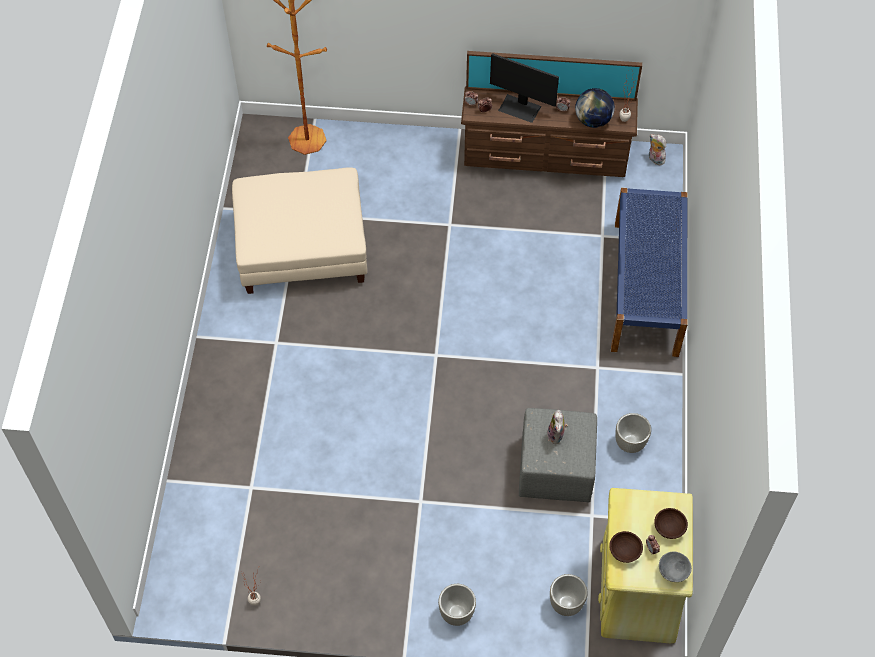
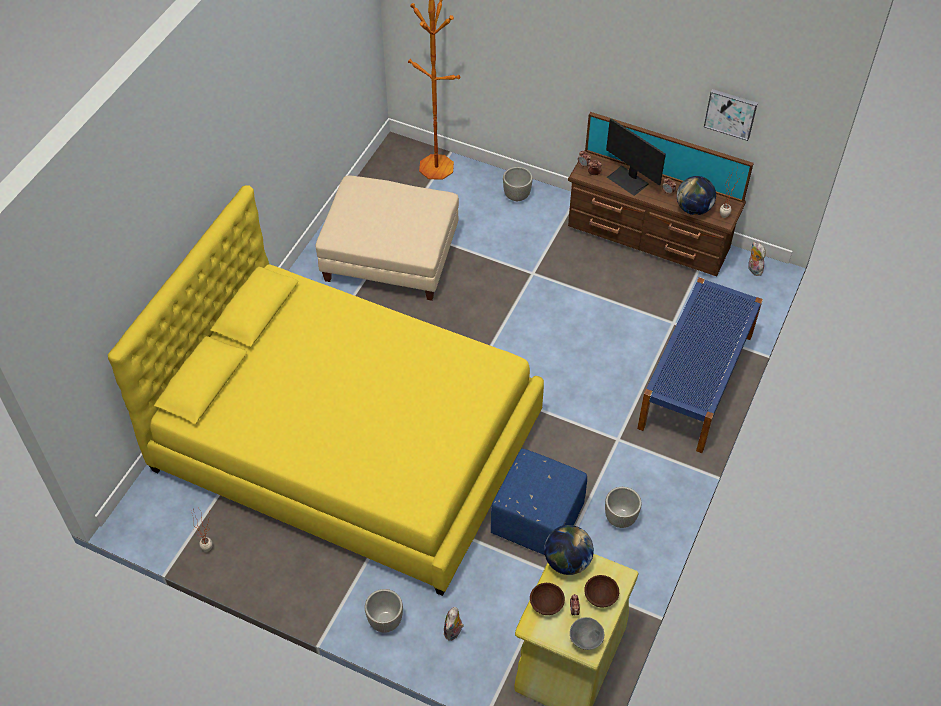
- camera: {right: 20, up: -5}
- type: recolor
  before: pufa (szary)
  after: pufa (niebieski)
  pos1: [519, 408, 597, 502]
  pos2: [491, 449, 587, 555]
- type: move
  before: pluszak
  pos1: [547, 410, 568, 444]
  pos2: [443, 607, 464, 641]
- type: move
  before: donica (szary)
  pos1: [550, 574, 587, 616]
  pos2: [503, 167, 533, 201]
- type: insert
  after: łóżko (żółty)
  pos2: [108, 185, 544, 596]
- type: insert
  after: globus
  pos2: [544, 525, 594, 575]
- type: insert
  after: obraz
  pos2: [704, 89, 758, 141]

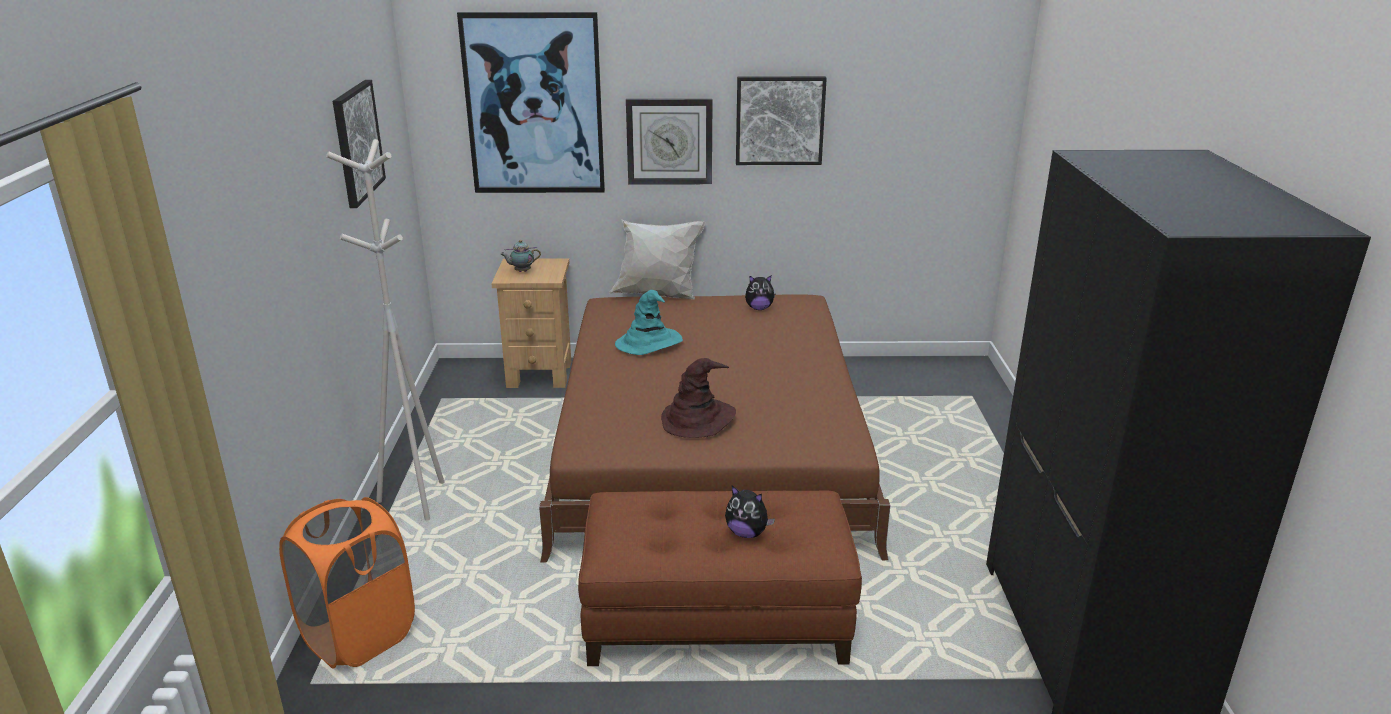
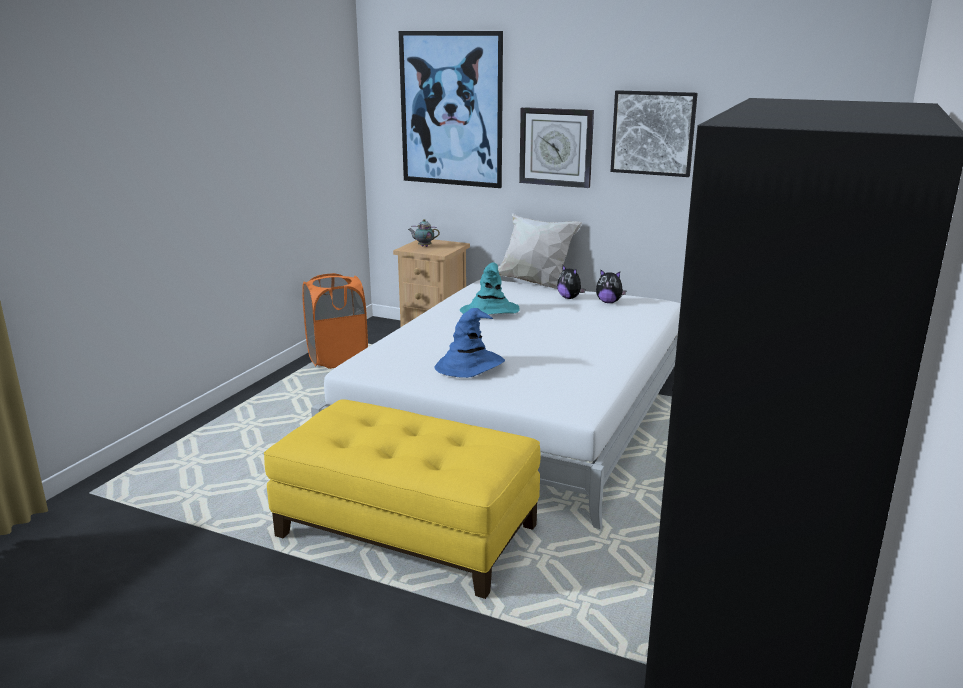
- camera: {right: 25, up: -5}
- type: move
  before: kosz na pranie (pomarańczowy)
  pos1: [279, 497, 415, 669]
  pos2: [302, 273, 368, 369]
- type: delete
  before: wieszak (szary)
  pos1: [326, 139, 445, 521]
- type: delete
  before: obraz
  pos1: [333, 80, 386, 208]
- type: recolor
  before: łóżko (brązowy)
  after: łóżko (biały)
  pos1: [539, 294, 891, 562]
  pos2: [311, 279, 681, 529]
- type: recolor
  before: pufa (brązowy)
  after: pufa (żółty)
  pos1: [578, 491, 862, 666]
  pos2: [264, 399, 541, 599]
- type: recolor
  before: kapelusz (brązowy)
  after: kapelusz (niebieski)
  pos1: [661, 358, 736, 438]
  pos2: [434, 308, 505, 378]
- type: move
  before: pluszak
  pos1: [725, 486, 775, 538]
  pos2: [557, 265, 585, 299]

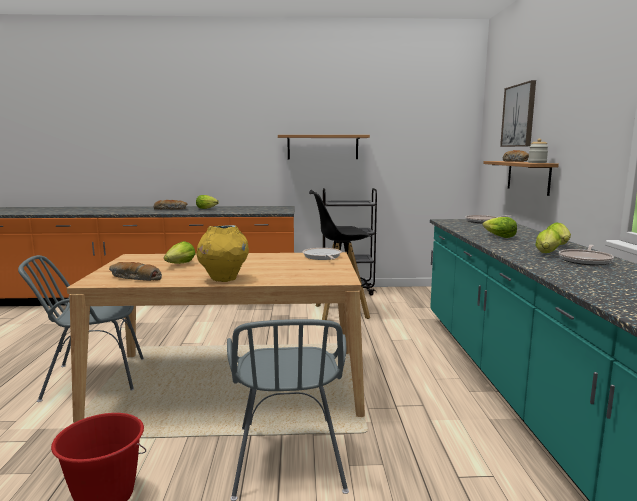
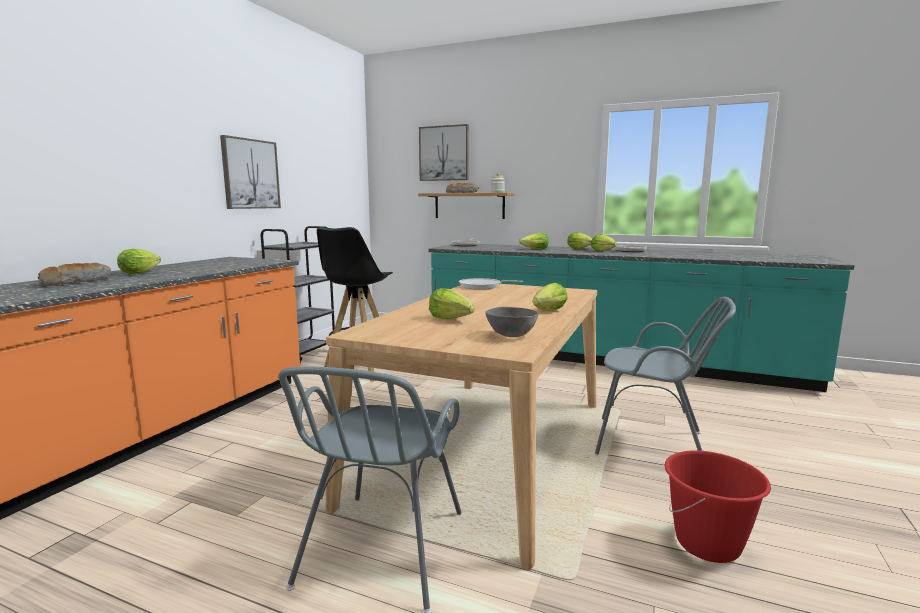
- camera: {right: -65, up: 0}
- type: replace
  before: chleb
  after: miska (szary)
  pos1: [109, 262, 162, 281]
  pos2: [485, 307, 538, 337]
- type: replace
  before: wazon (żółty)
  after: sałata
  pos1: [196, 225, 249, 282]
  pos2: [533, 283, 568, 311]
- type: replace
  before: półka
  after: obraz
  pos1: [278, 135, 370, 159]
  pos2: [220, 135, 281, 209]

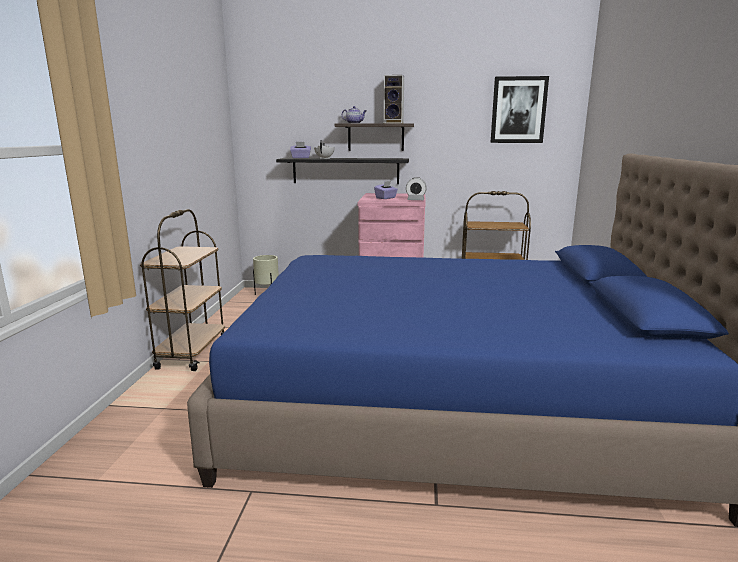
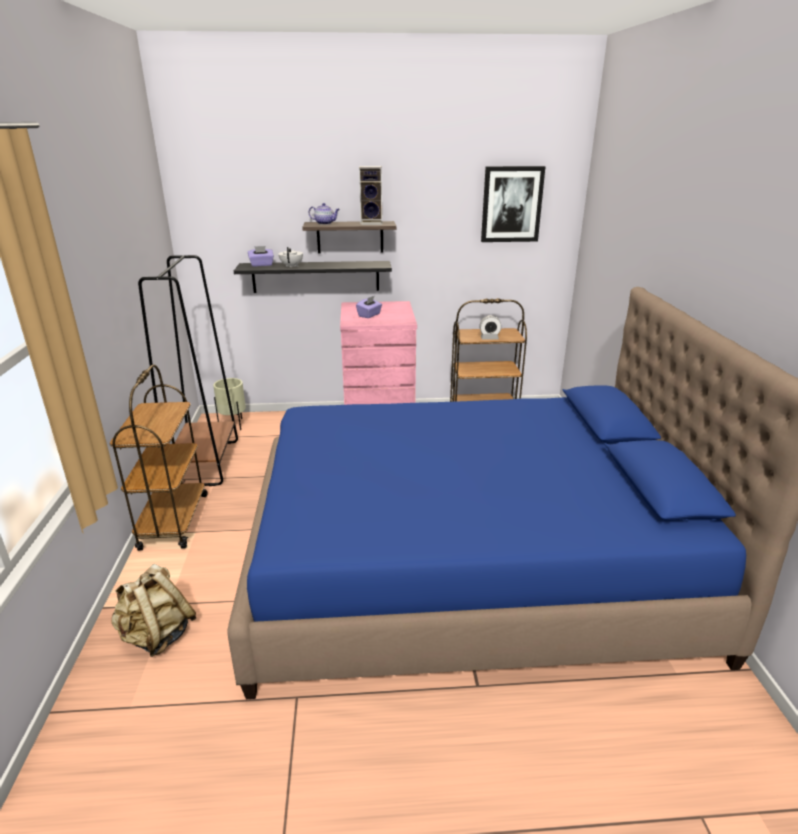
- camera: {right: -10, up: 10}
- type: move
  before: budzik
  pos1: [406, 177, 427, 200]
  pos2: [479, 315, 502, 339]
- type: insert
  after: plecak (beżowy)
  pos2: [111, 564, 196, 657]
- type: insert
  after: wieszak
  pos2: [138, 255, 238, 486]

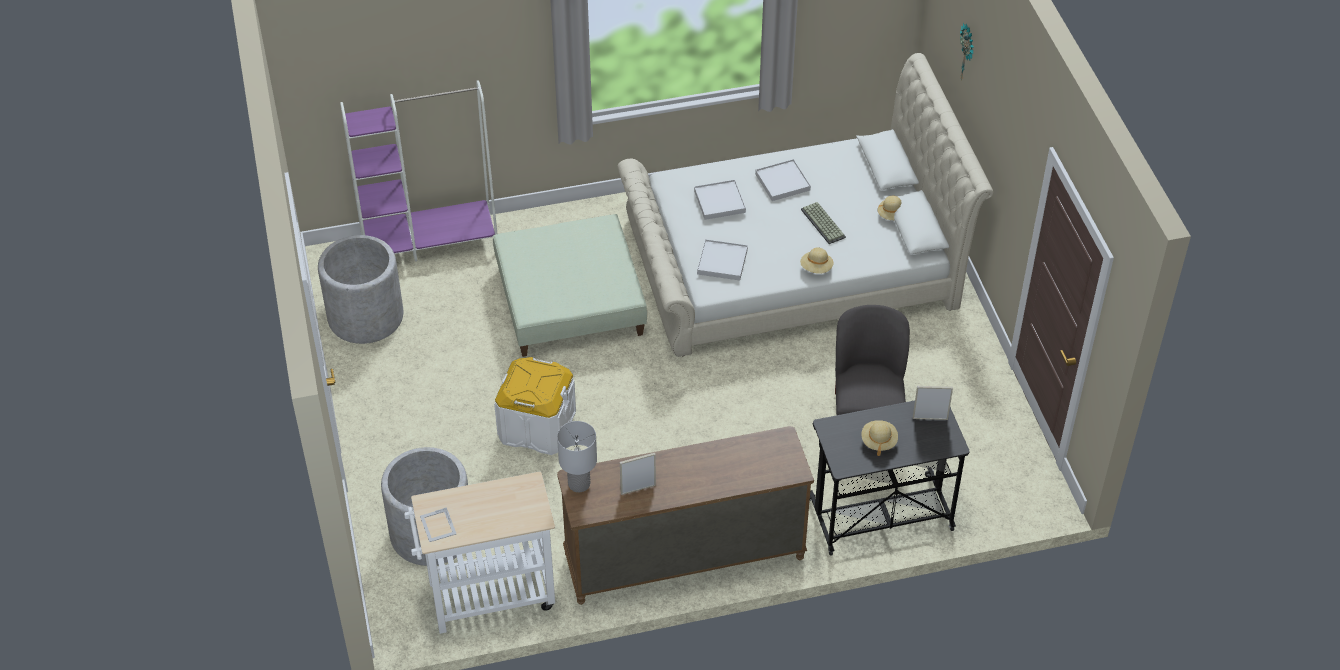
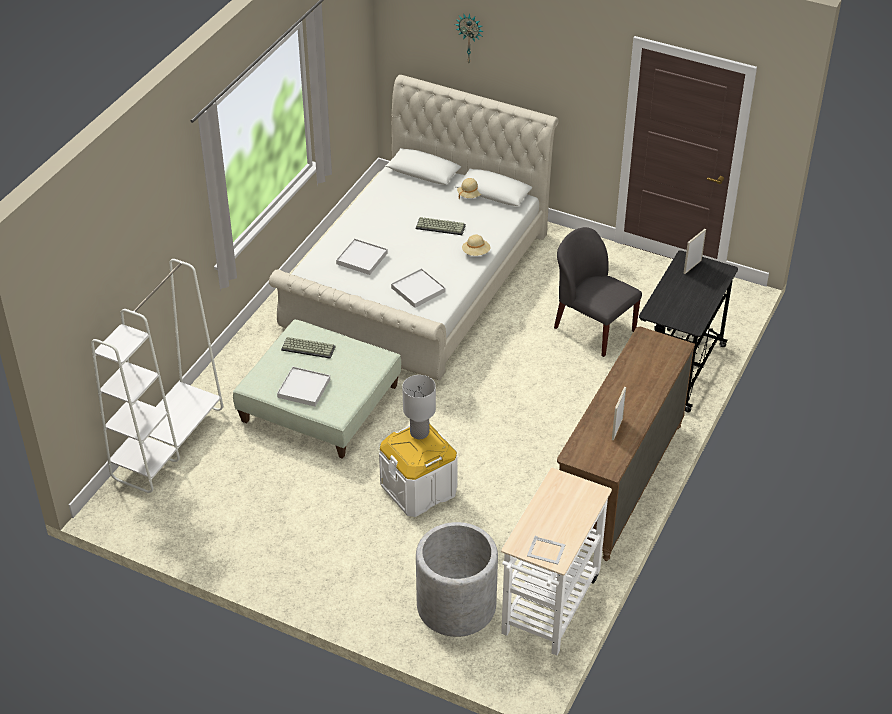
- camera: {right: -50, up: -5}
- type: delete
  before: donica (szary)
  pos1: [318, 235, 403, 344]
- type: recolor
  before: wieszak (fioletowy)
  after: wieszak (biały)
  pos1: [340, 80, 497, 262]
  pos2: [91, 259, 223, 493]
- type: move
  before: lampa stołowa (szary)
  pos1: [557, 421, 597, 493]
  pos2: [402, 375, 436, 440]
- type: move
  before: taca (biały)
  pos1: [755, 159, 811, 201]
  pos2: [277, 367, 330, 407]
- type: delete
  before: kapelusz (beżowy)
  pos1: [861, 420, 898, 456]
- type: insert
  after: klawiatura
  pos2: [281, 337, 336, 359]

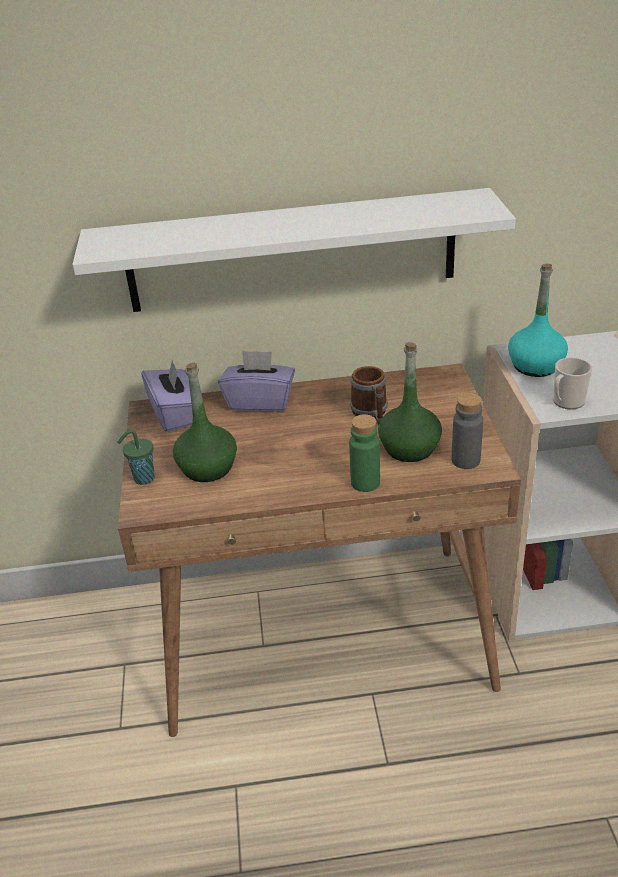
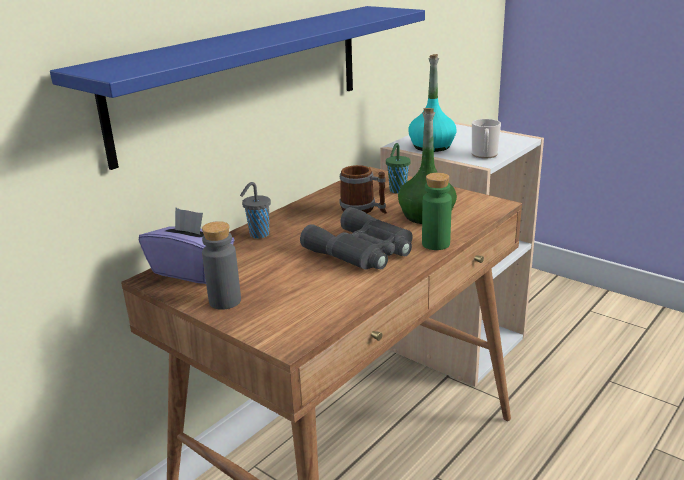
- camera: {right: -45, up: -10}
- type: recolor
  before: półka (biały)
  after: półka (niebieski)
  pos1: [72, 188, 516, 312]
  pos2: [50, 6, 425, 170]
- type: move
  before: filiżanka (zielony)
  pos1: [117, 430, 155, 485]
  pos2: [386, 143, 411, 194]
- type: delete
  before: butelka (zielony)
  pos1: [173, 363, 237, 482]
- type: replace
  before: pudełko chusteczek (fioletowy)
  after: filiżanka (szary)
  pos1: [218, 350, 295, 412]
  pos2: [240, 182, 271, 239]
- type: move
  before: butelka (szary)
  pos1: [452, 393, 483, 469]
  pos2: [202, 221, 241, 310]
- type: insert
  after: lornetka (szary)
  pos2: [300, 207, 413, 269]

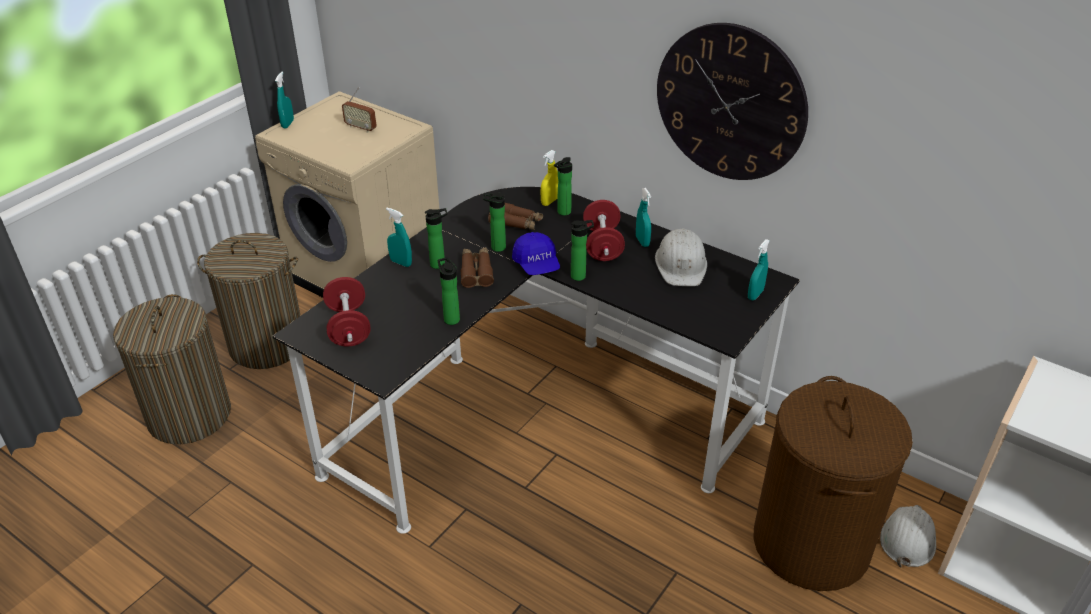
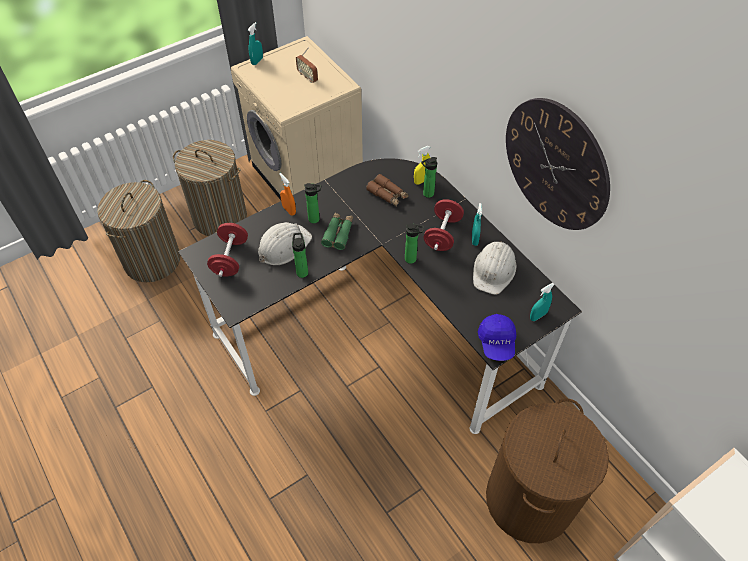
- camera: {right: 20, up: 15}
- type: recolor
  before: spryskiwacz (turkusowy)
  after: spryskiwacz (pomarańczowy)
  pos1: [386, 208, 412, 267]
  pos2: [279, 173, 296, 216]
- type: recolor
  before: lornetka (brązowy)
  after: lornetka (zielony)
  pos1: [461, 247, 494, 288]
  pos2: [321, 212, 353, 250]
- type: delete
  before: butelka
  pos1: [483, 193, 506, 252]
- type: move
  before: czapka z daszkiem (niebieski)
  pos1: [512, 232, 560, 275]
  pos2: [478, 314, 516, 361]
- type: move
  before: kask (biały)
  pos1: [880, 505, 936, 568]
  pos2: [258, 222, 312, 265]

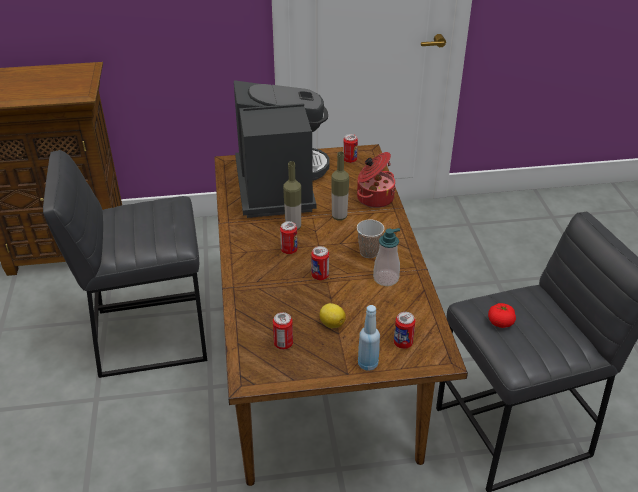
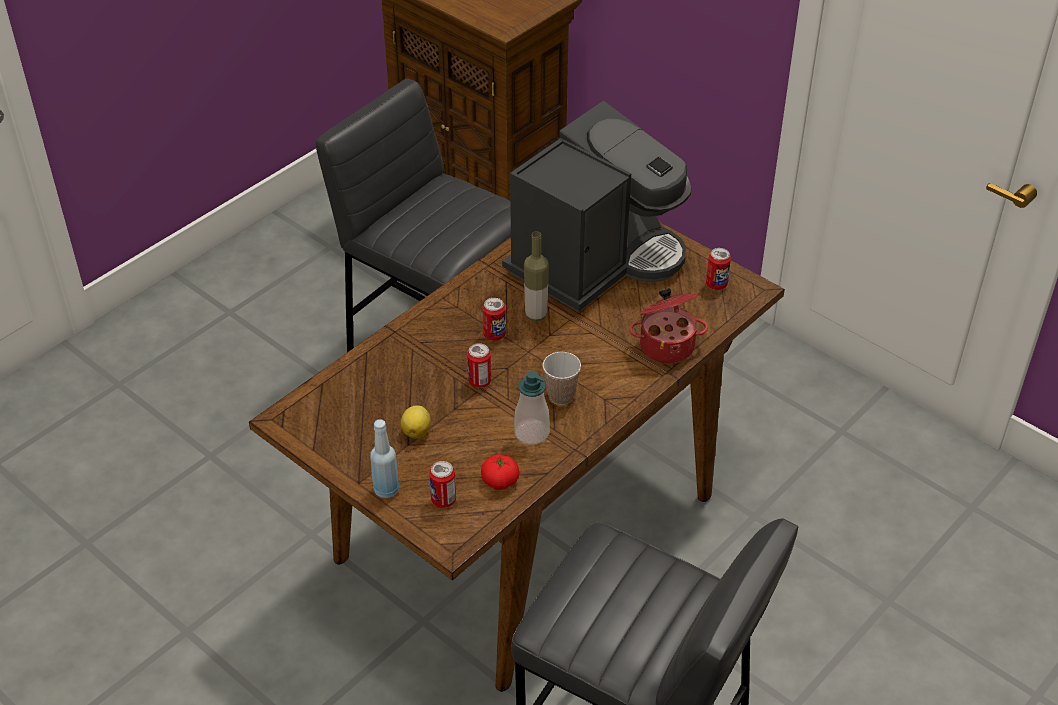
- camera: {right: 50, up: 5}
- type: delete
  before: puszka
  pos1: [273, 312, 293, 349]
- type: delete
  before: butelka
  pos1: [331, 151, 349, 220]
- type: move
  before: pomidor
  pos1: [488, 303, 516, 328]
  pos2: [481, 454, 519, 490]

